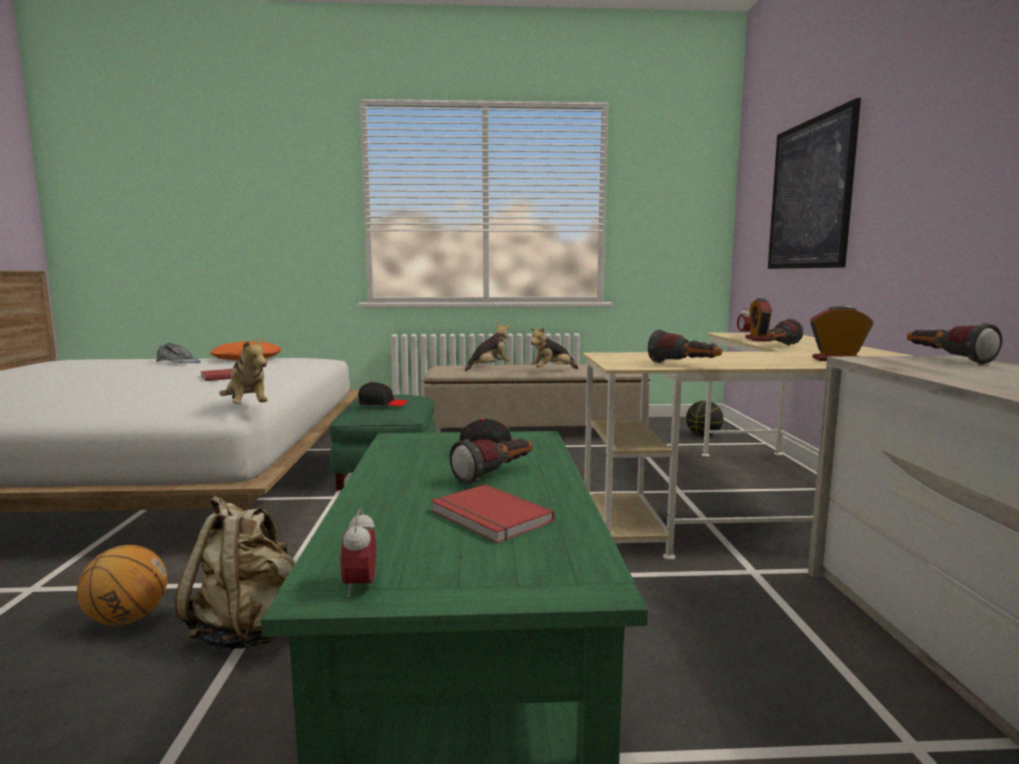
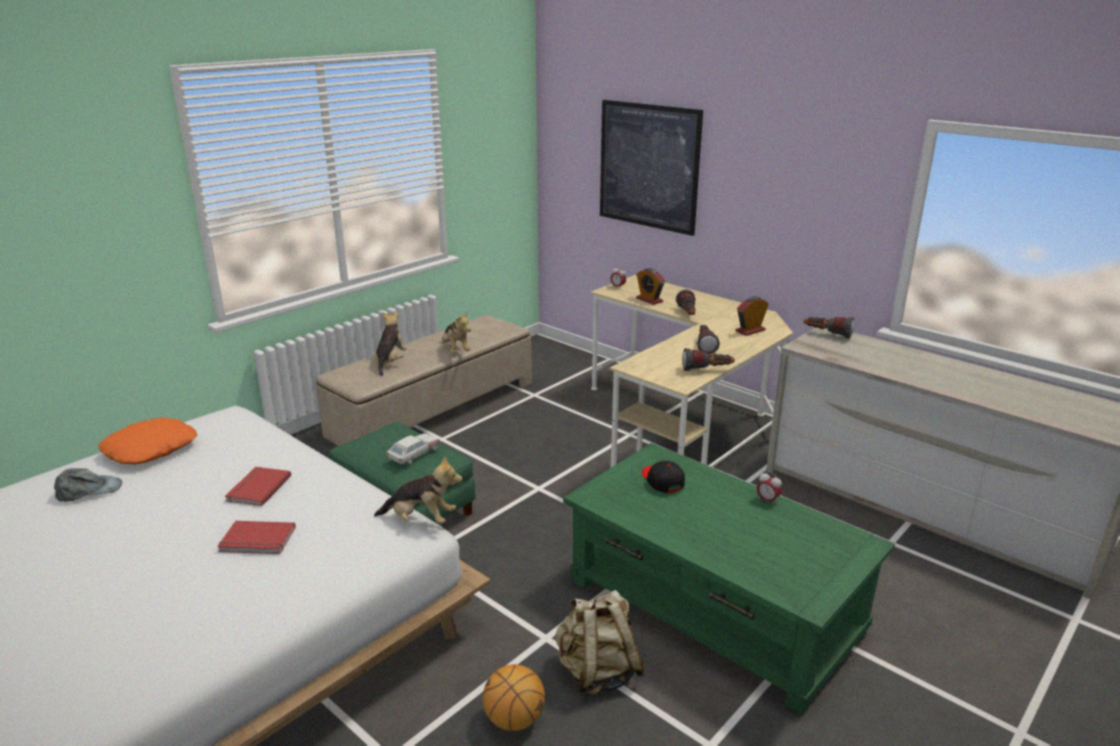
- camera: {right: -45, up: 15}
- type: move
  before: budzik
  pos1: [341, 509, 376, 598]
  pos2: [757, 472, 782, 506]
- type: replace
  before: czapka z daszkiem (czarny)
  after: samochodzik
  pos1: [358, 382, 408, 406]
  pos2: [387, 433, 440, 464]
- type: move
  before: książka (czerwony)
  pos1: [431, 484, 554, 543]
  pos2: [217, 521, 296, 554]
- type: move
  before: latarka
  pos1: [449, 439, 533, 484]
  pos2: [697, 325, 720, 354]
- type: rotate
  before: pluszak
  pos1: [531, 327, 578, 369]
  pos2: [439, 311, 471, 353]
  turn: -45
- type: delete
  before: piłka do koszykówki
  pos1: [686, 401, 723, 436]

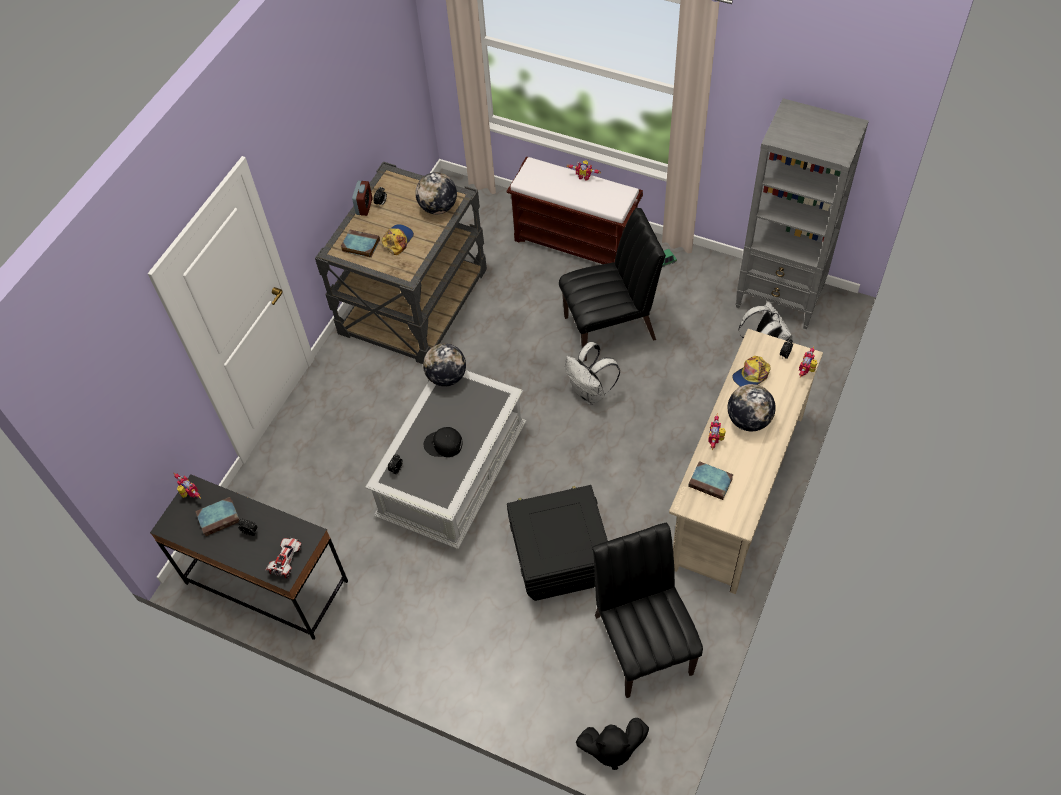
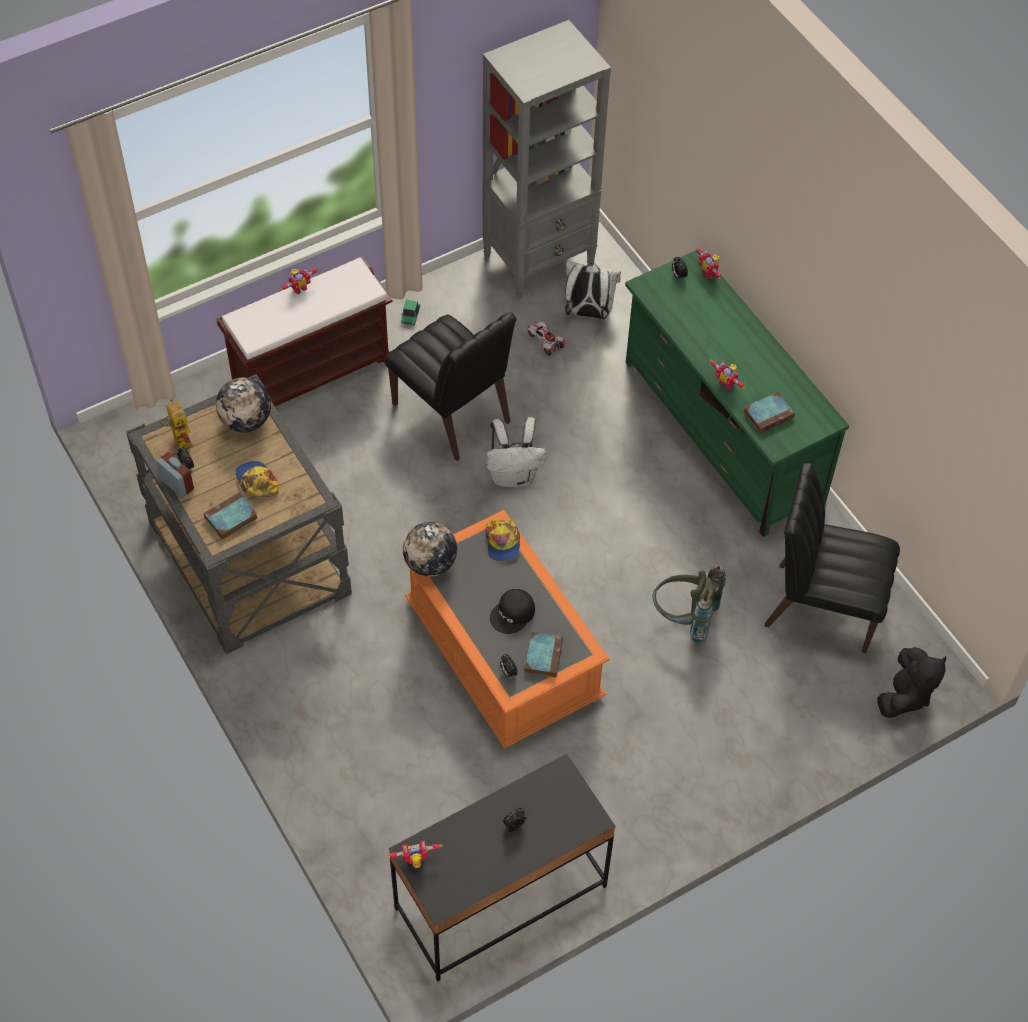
- camera: {right: -60, up: 0}
- type: move
  before: książka
  pos1: [195, 497, 239, 537]
  pos2: [524, 632, 563, 677]
- type: move
  before: samochodzik
  pos1: [265, 537, 302, 578]
  pos2: [527, 321, 566, 356]
- type: recolor
  before: ława (biały)
  after: ława (pomarańczowy)
  pos1: [365, 370, 527, 549]
  pos2: [403, 510, 610, 748]
- type: replace
  before: pojemnik do przechowywania (czarny)
  after: plecak (szary)
  pos1: [507, 485, 608, 601]
  pos2: [653, 565, 726, 644]
- type: rotate
  before: krzesło (czarny)
  pos1: [559, 208, 666, 361]
  pos2: [385, 312, 517, 461]
  turn: 120
- type: recolor
  before: komoda (beżowy)
  after: komoda (zielony)
  pos1: [669, 329, 823, 594]
  pos2: [625, 250, 849, 537]
- type: delete
  before: globus
  pos1: [728, 384, 776, 431]
- type: move
  before: czapka z daszkiem
  pos1: [732, 356, 771, 387]
  pos2: [485, 519, 520, 561]
- type: insert
  after: robot zabawkowy
  pos2: [160, 399, 194, 450]

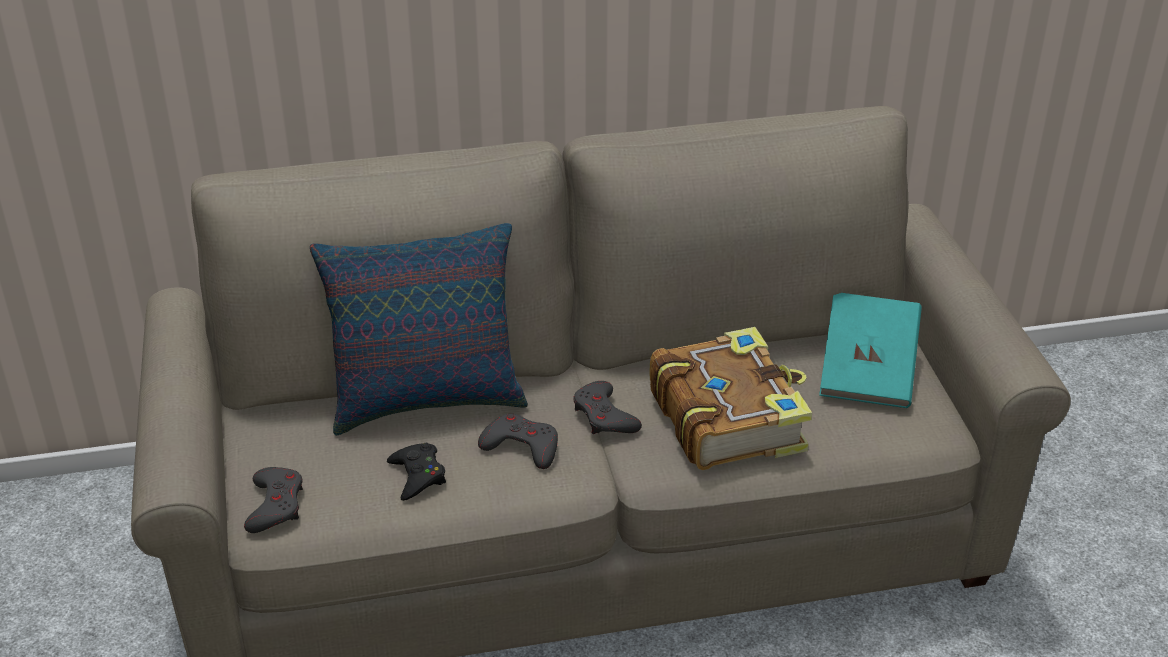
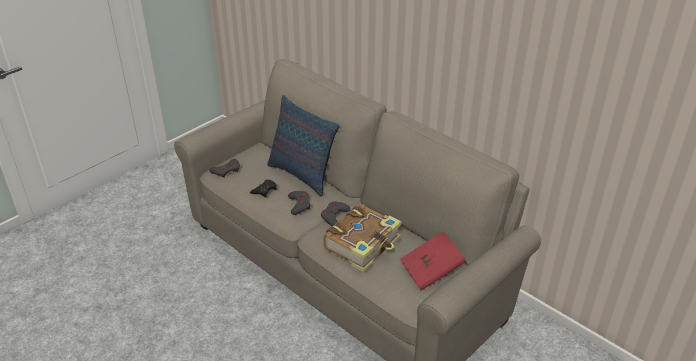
- camera: {right: 55, up: 0}
- type: recolor
  before: książka (turkusowy)
  after: książka (czerwony)
  pos1: [819, 293, 922, 408]
  pos2: [400, 232, 466, 290]

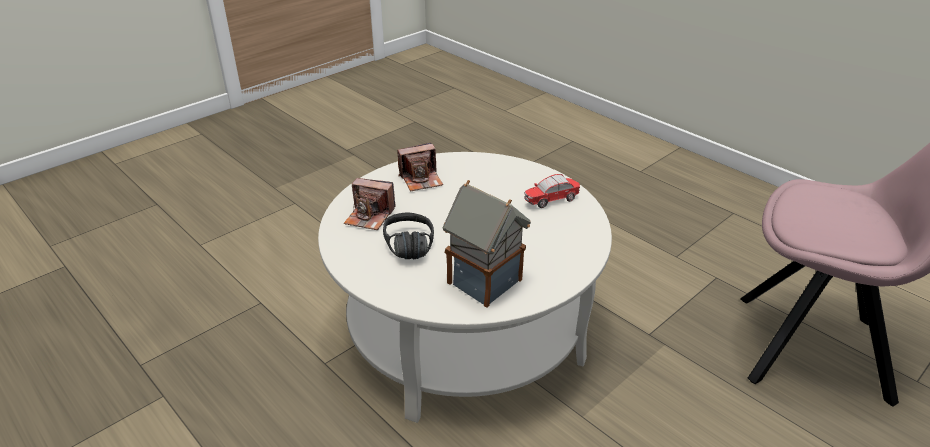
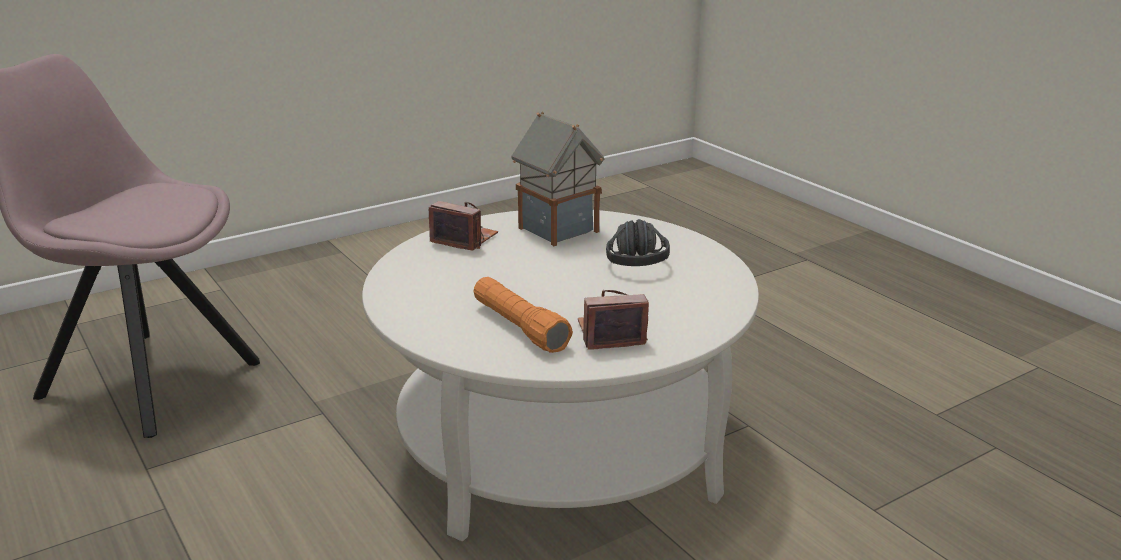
- camera: {right: -170, up: -10}
- type: move
  before: aparat fotograficzny
  pos1: [344, 178, 396, 230]
  pos2: [429, 201, 498, 251]
- type: delete
  before: samochodzik
  pos1: [524, 174, 580, 208]
- type: insert
  after: latarka (pomarańczowy)
  pos2: [473, 277, 573, 353]

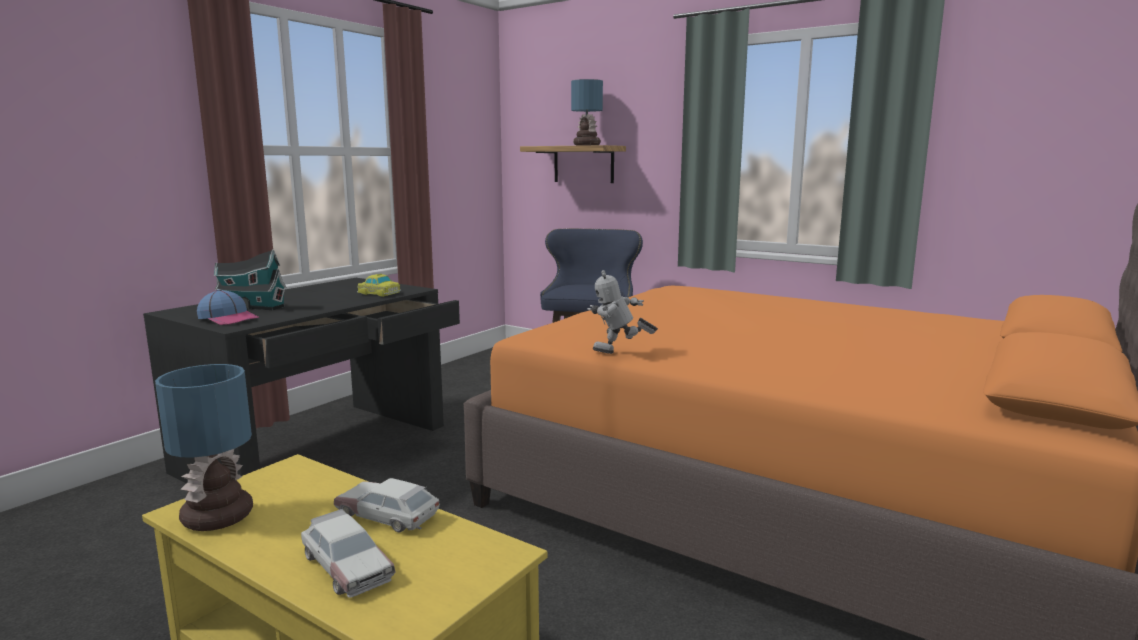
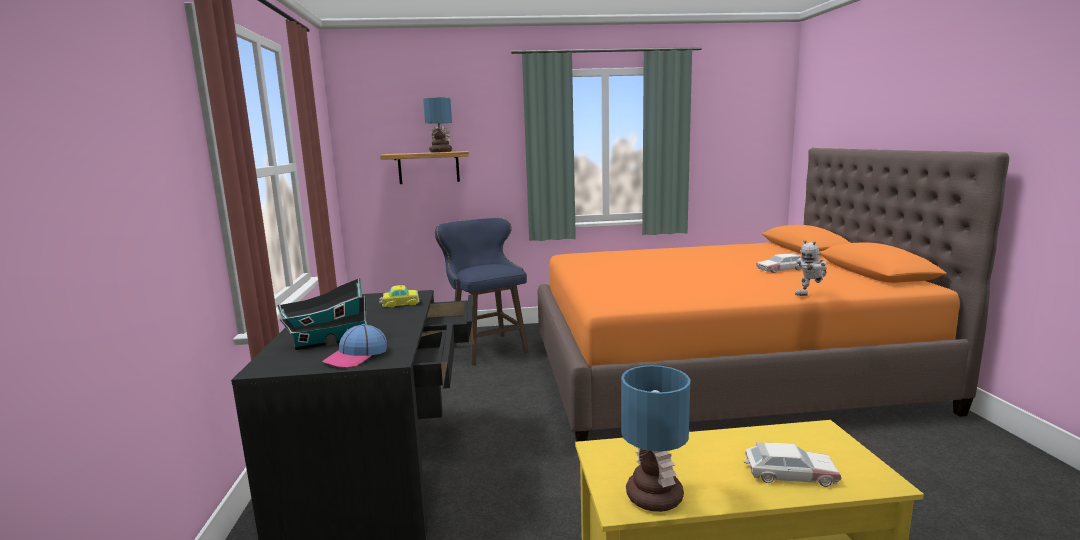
- camera: {right: -40, up: 0}
- type: rotate
  before: czapka z daszkiem
  pos1: [197, 290, 259, 325]
  pos2: [322, 324, 387, 368]
  turn: 135
- type: move
  before: samochodzik
  pos1: [334, 478, 440, 532]
  pos2: [756, 253, 802, 273]
- type: move
  before: robot zabawkowy
  pos1: [587, 270, 658, 354]
  pos2: [795, 240, 827, 296]

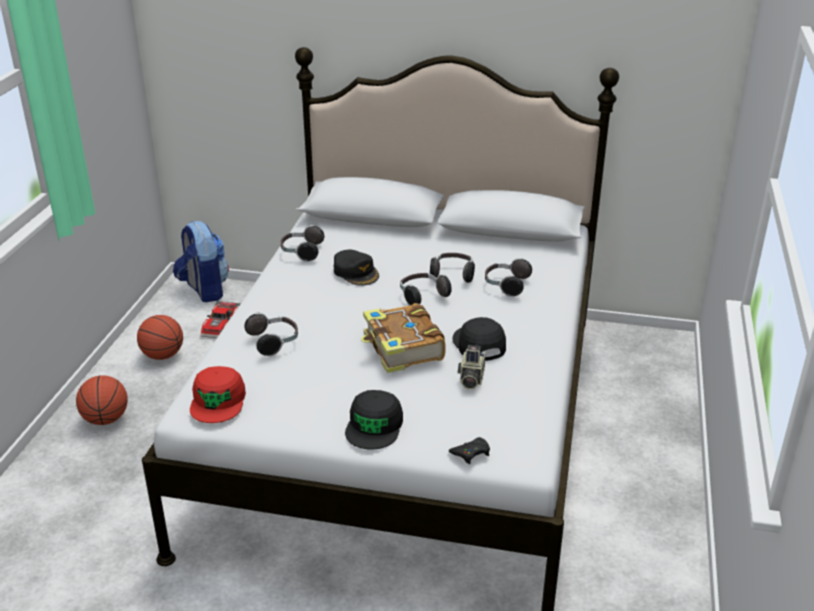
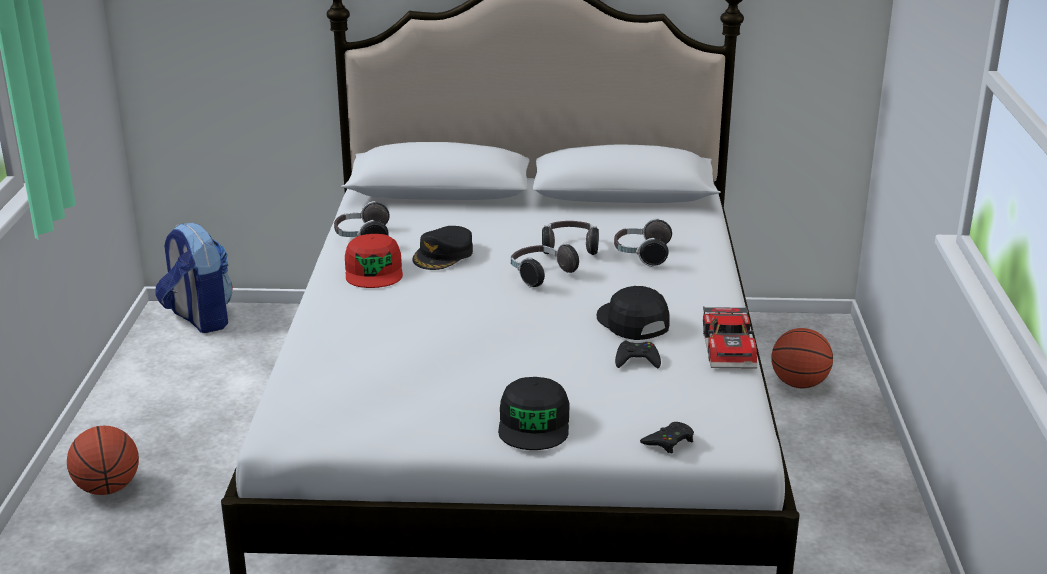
- camera: {right: -10, up: -5}
- type: move
  before: piłka do koszykówki
  pos1: [137, 315, 183, 360]
  pos2: [771, 328, 833, 388]
- type: move
  before: czapka z daszkiem (czerwony)
  pos1: [190, 366, 246, 423]
  pos2: [345, 234, 403, 288]
- type: move
  before: samochodzik
  pos1: [200, 300, 240, 338]
  pos2: [703, 306, 757, 369]
- type: delete
  before: słuchawki
  pos1: [244, 313, 298, 356]
- type: rotate
  before: czapka z daszkiem (czarny)
  pos1: [334, 250, 379, 286]
  pos2: [412, 226, 473, 270]
  turn: 75
- type: delete
  before: książka
  pos1: [361, 303, 446, 373]
- type: replace
  before: aparat fotograficzny
  after: pad do gier (czarny)
  pos1: [458, 345, 486, 389]
  pos2: [615, 341, 661, 368]

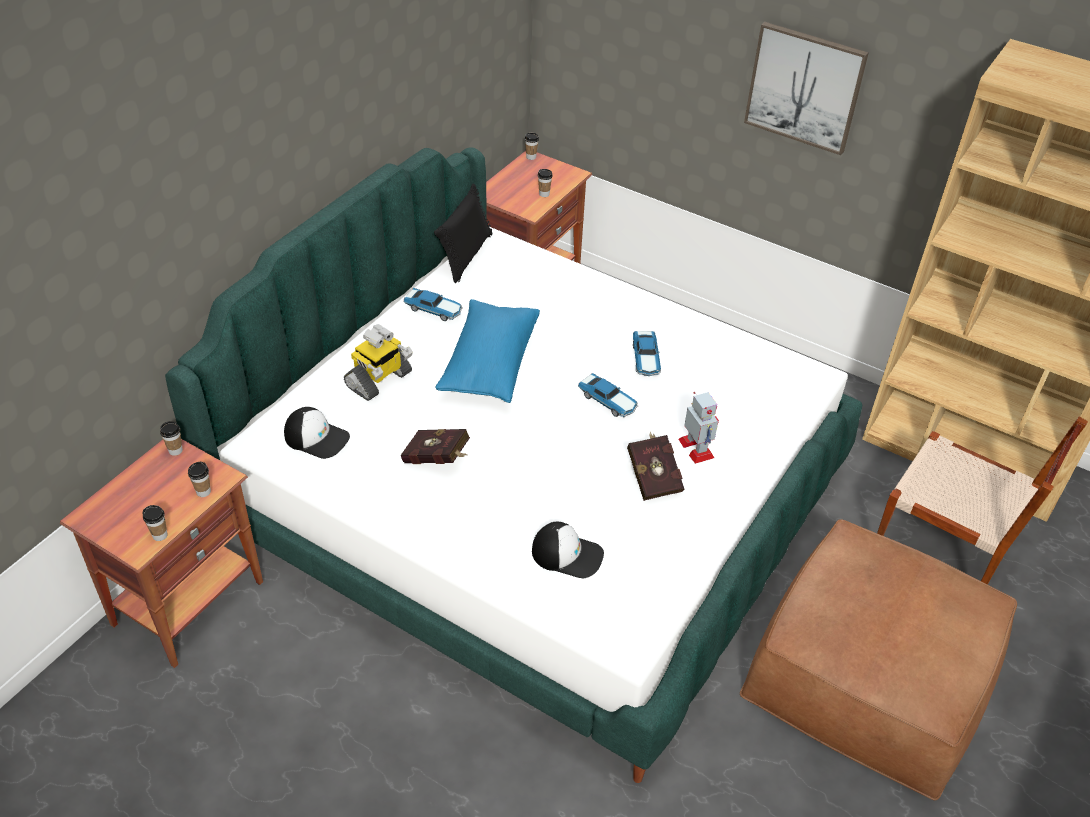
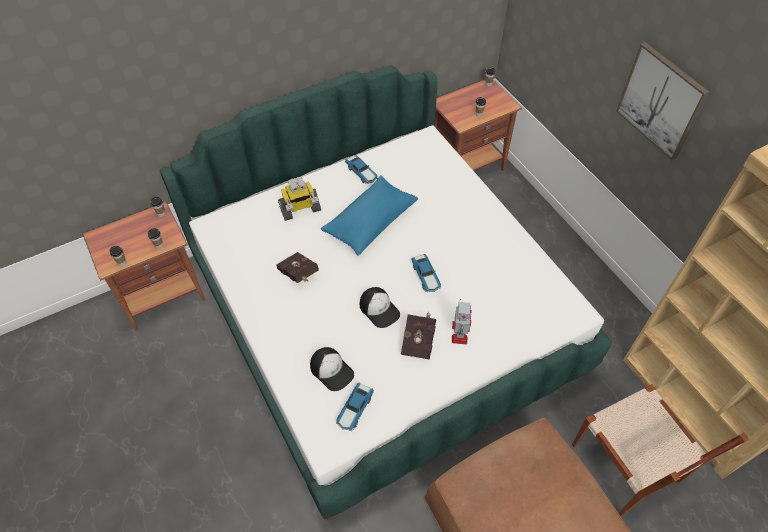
- camera: {right: 30, up: 10}
- type: move
  before: czapka z daszkiem
  pos1: [284, 407, 350, 459]
  pos2: [360, 287, 400, 328]
- type: delete
  before: poduszka (czarny)
  pos1: [434, 183, 492, 283]
- type: move
  before: samochodzik
  pos1: [633, 331, 661, 376]
  pos2: [336, 383, 374, 431]

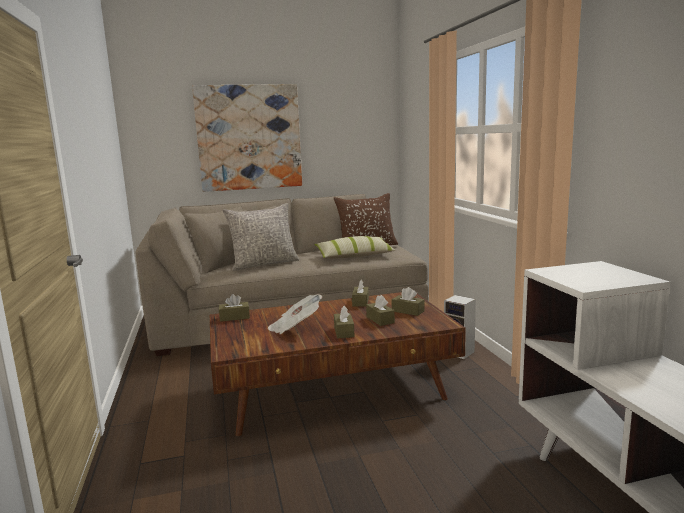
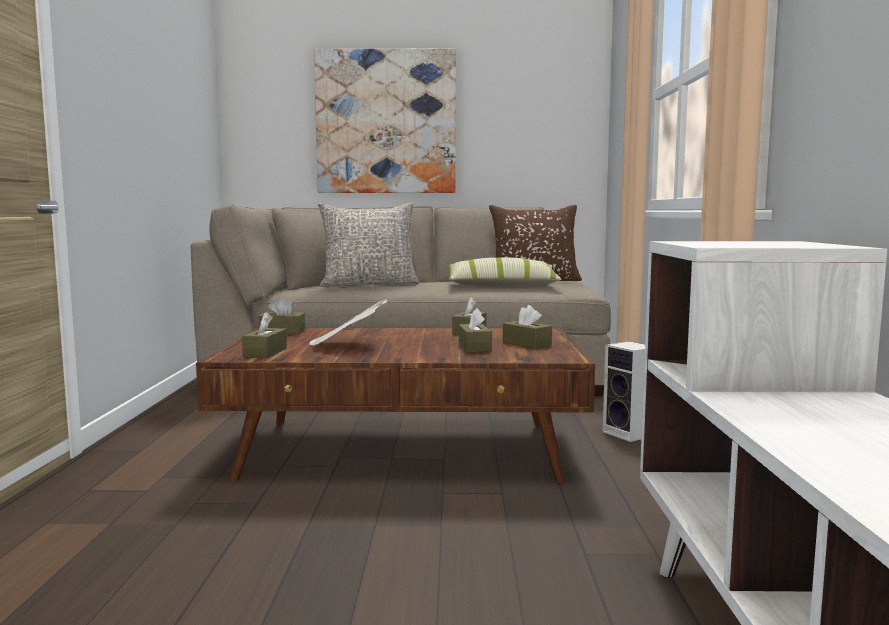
- camera: {right: 15, up: -5}
- type: move
  before: pudełko chusteczek (brązowy)
  pos1: [334, 305, 355, 338]
  pos2: [242, 312, 287, 358]

